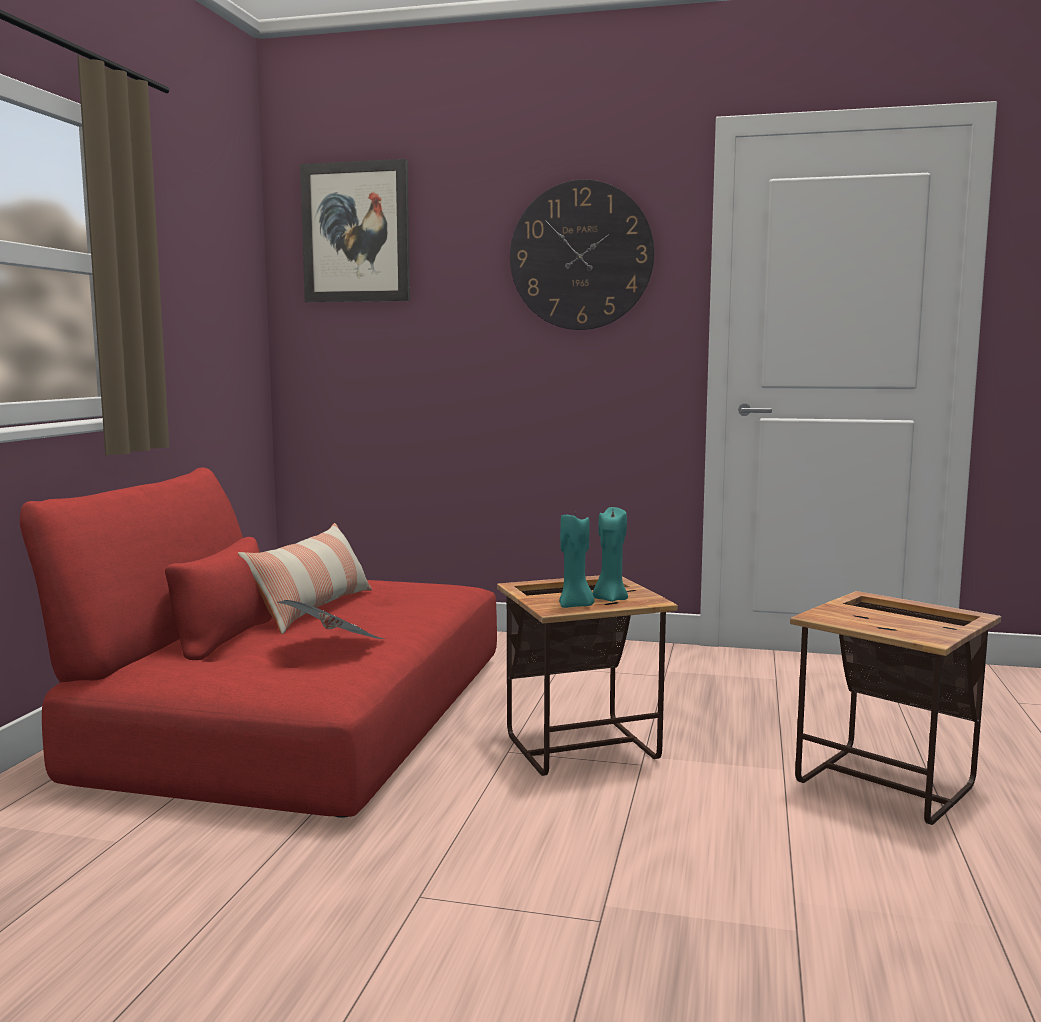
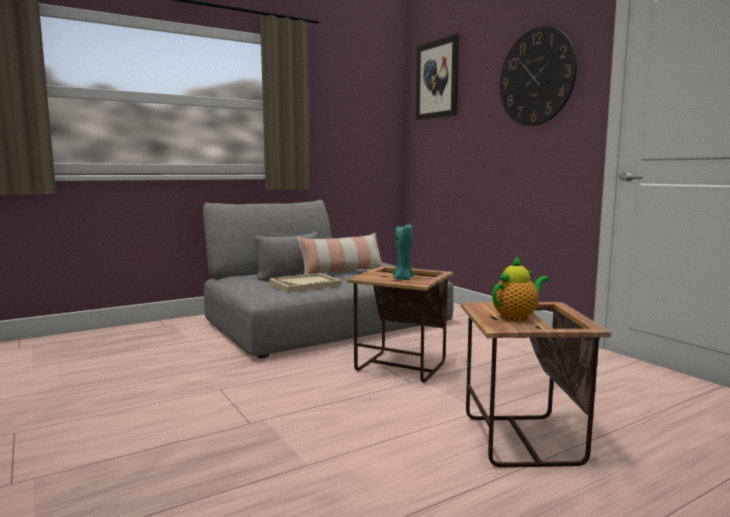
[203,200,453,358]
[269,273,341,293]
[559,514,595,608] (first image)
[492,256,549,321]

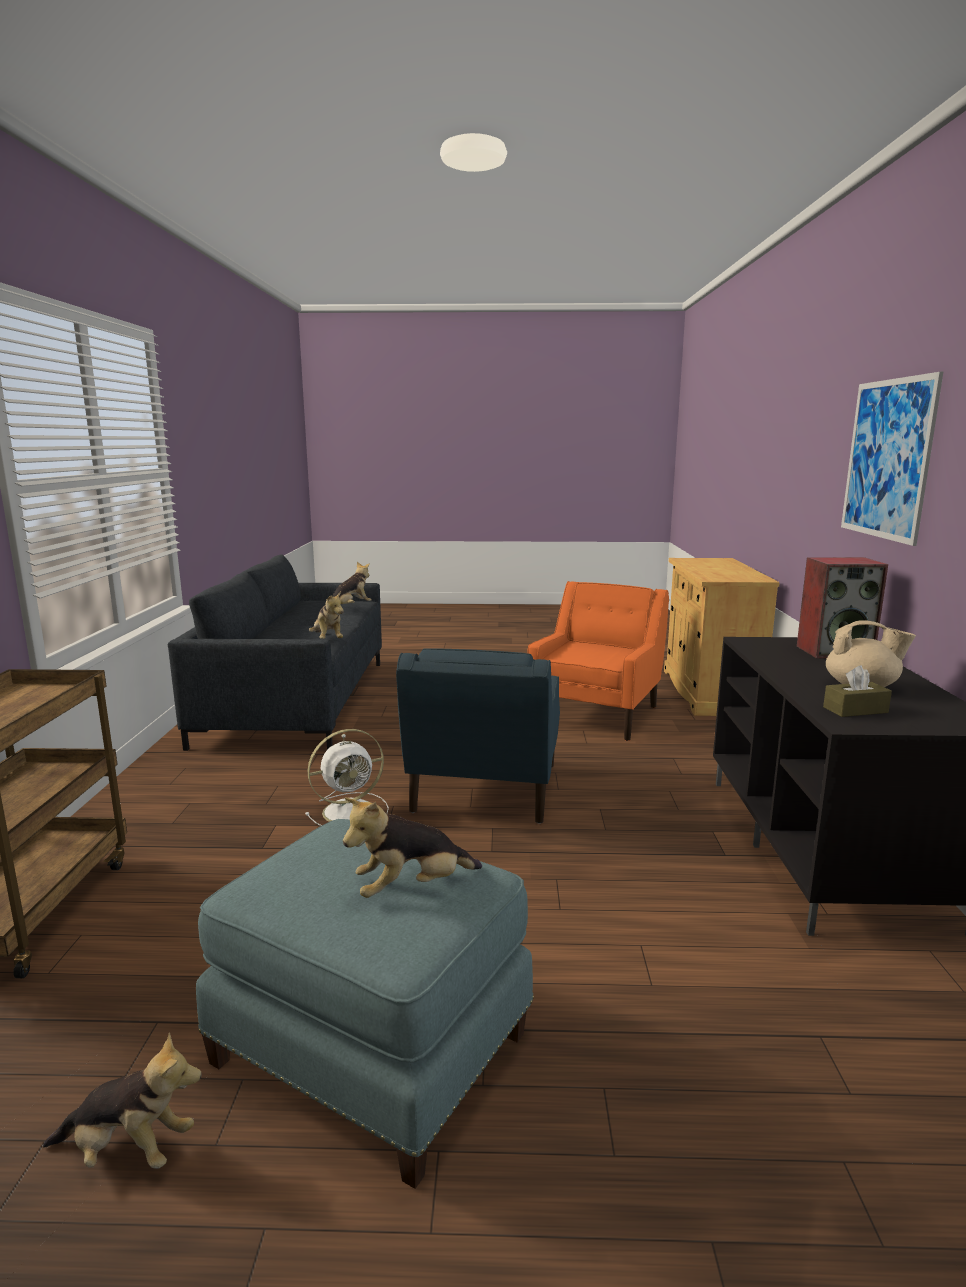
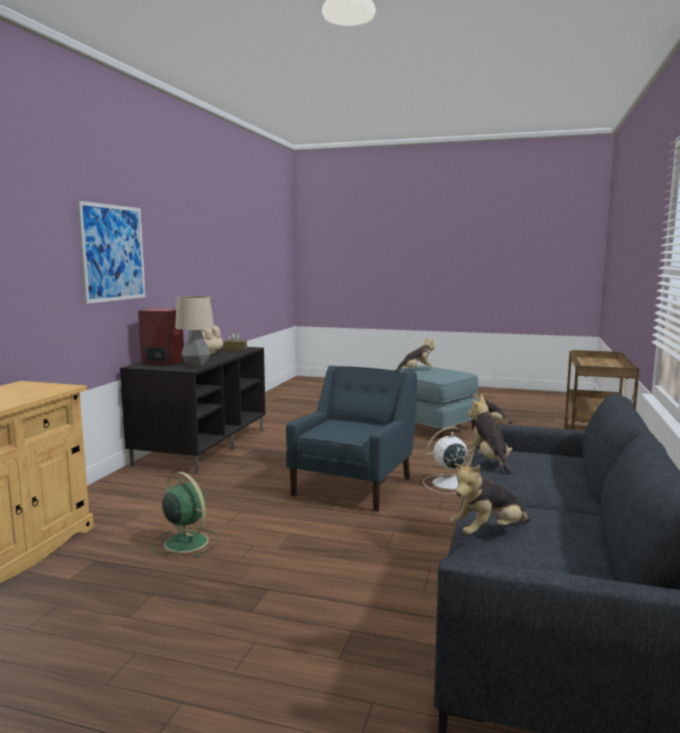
[150,472,219,557]
[175,296,214,367]

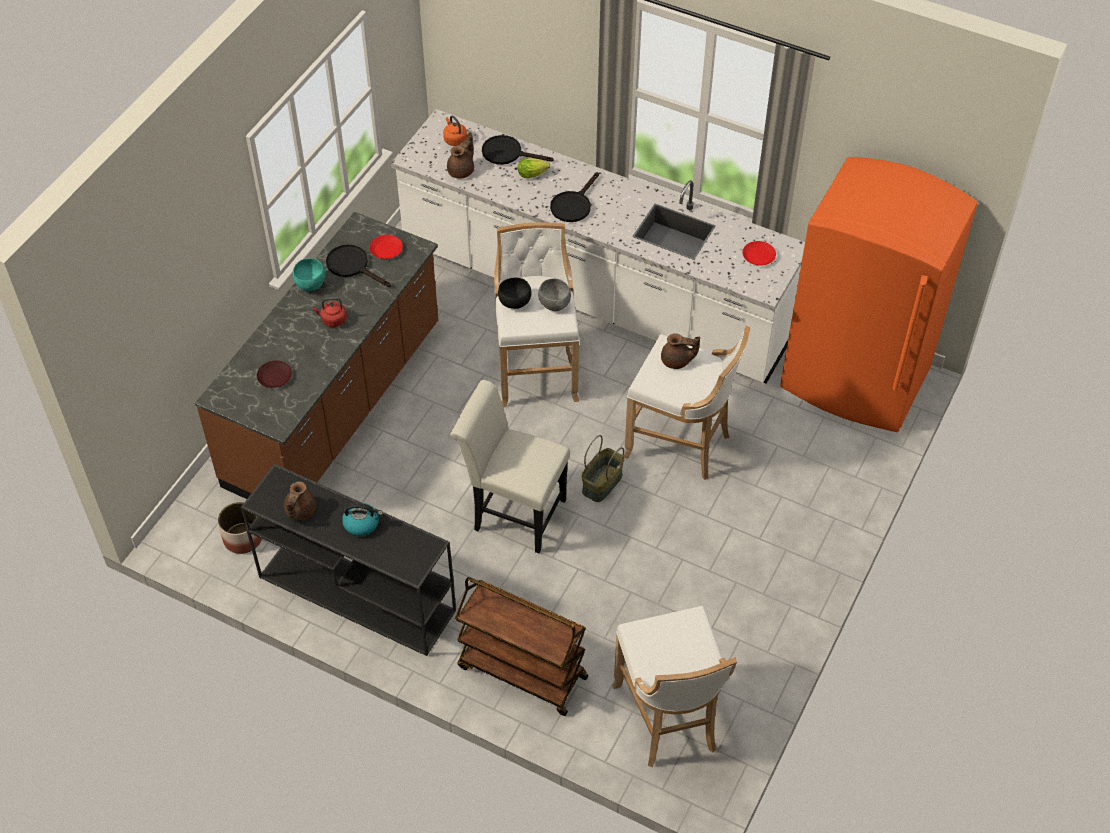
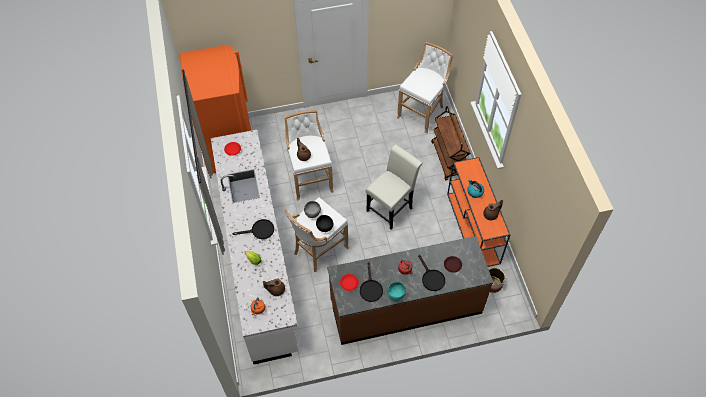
[447,157,510,267]
[365,144,423,230]
[418,255,445,291]
[582,435,624,502] (first image)

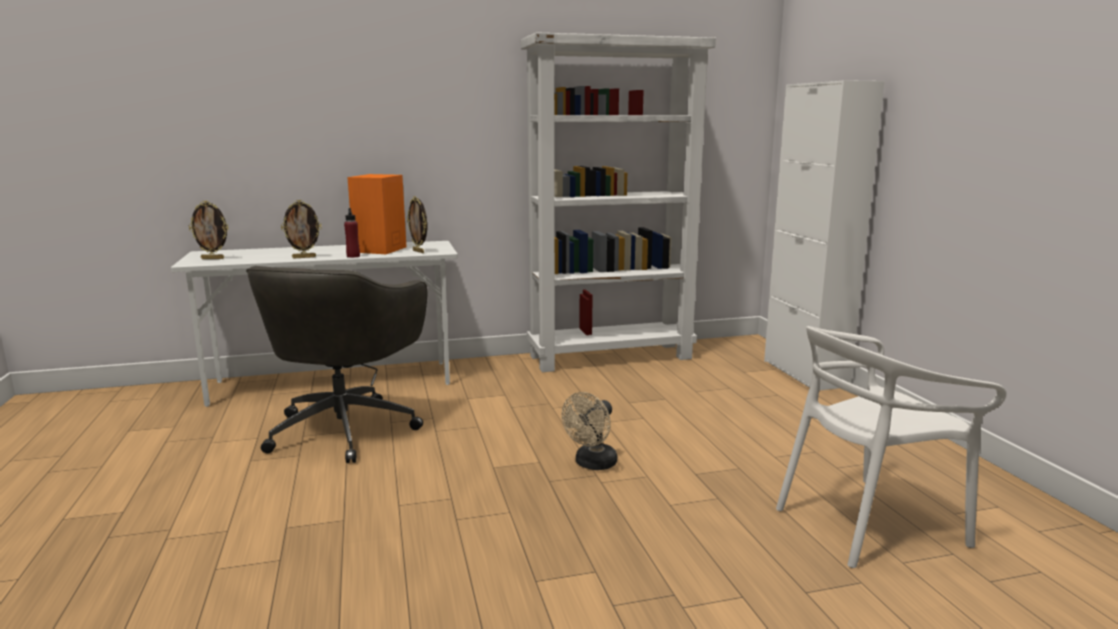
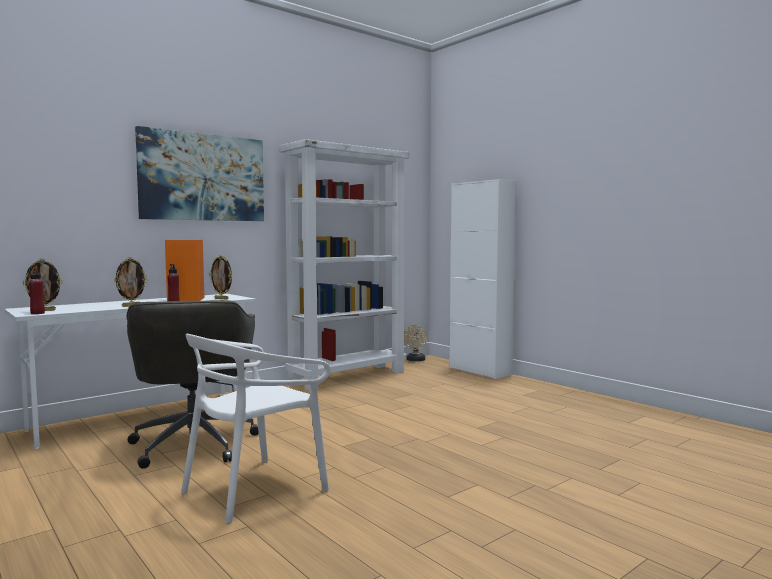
[404,325,427,361]
[181,334,330,524]
[28,268,45,314]
[135,126,264,221]

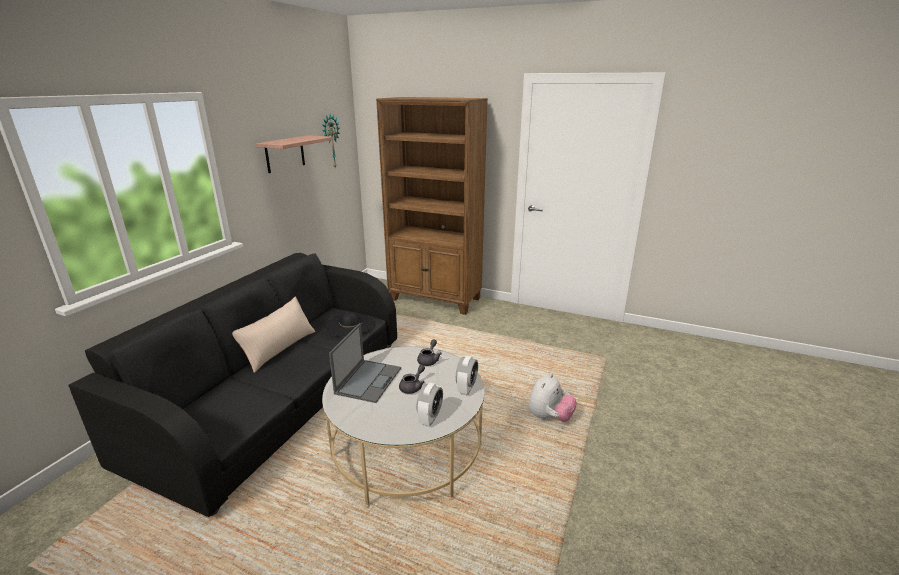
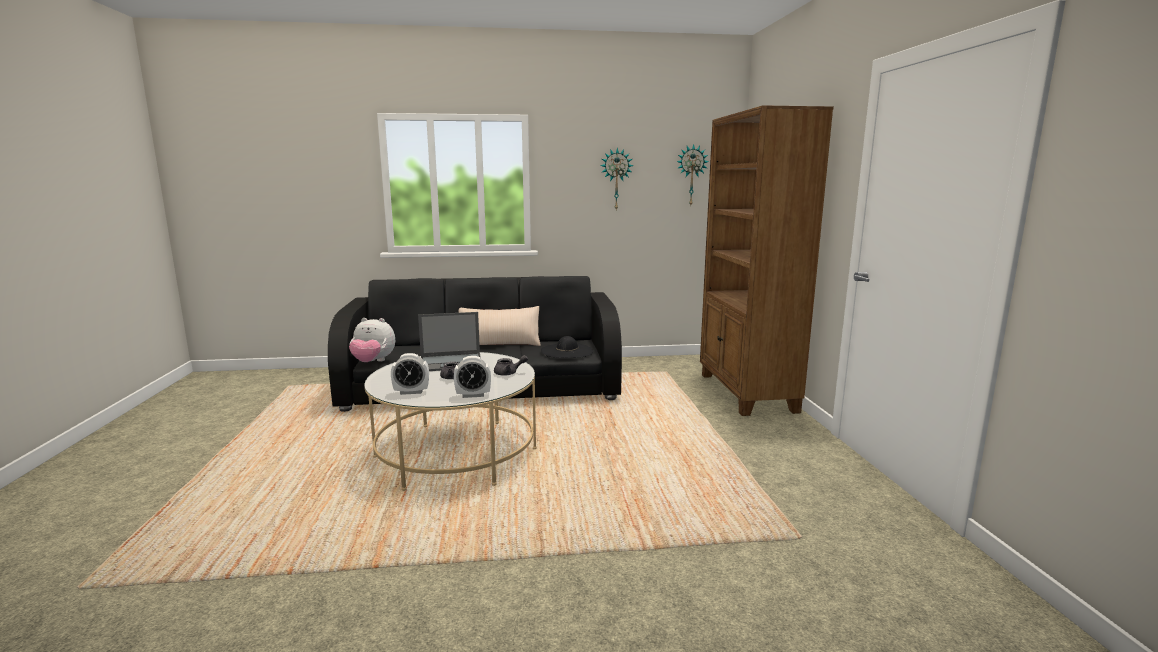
[600,148,634,210]
[349,318,395,362]

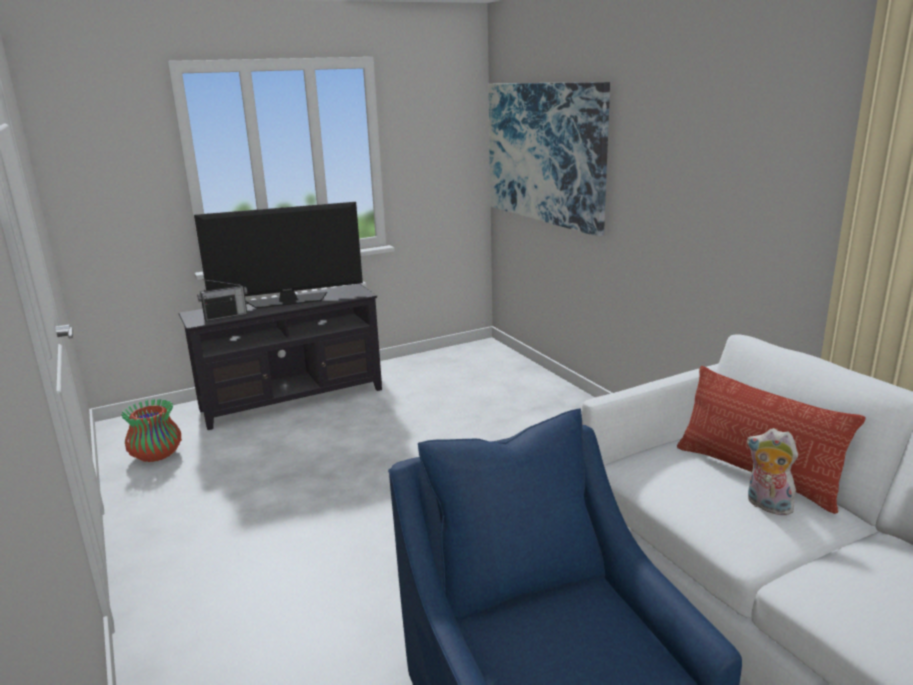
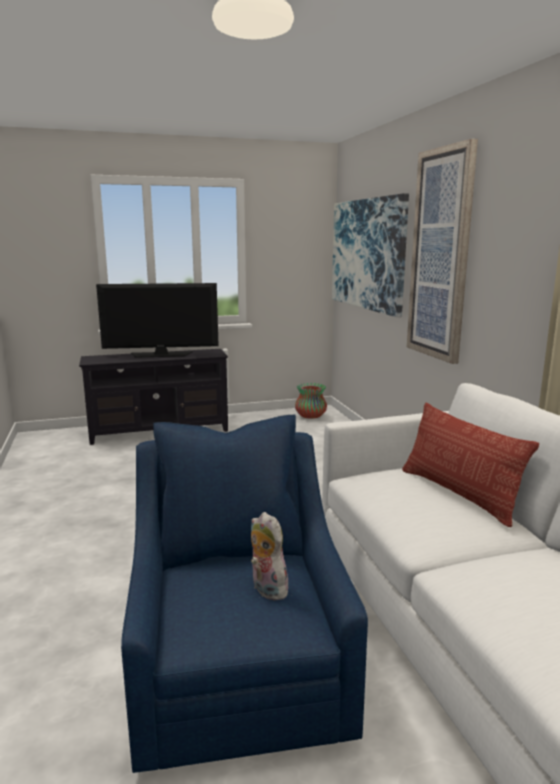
[295,383,327,419]
[197,279,247,321] (first image)
[251,512,288,601]
[407,139,478,364]

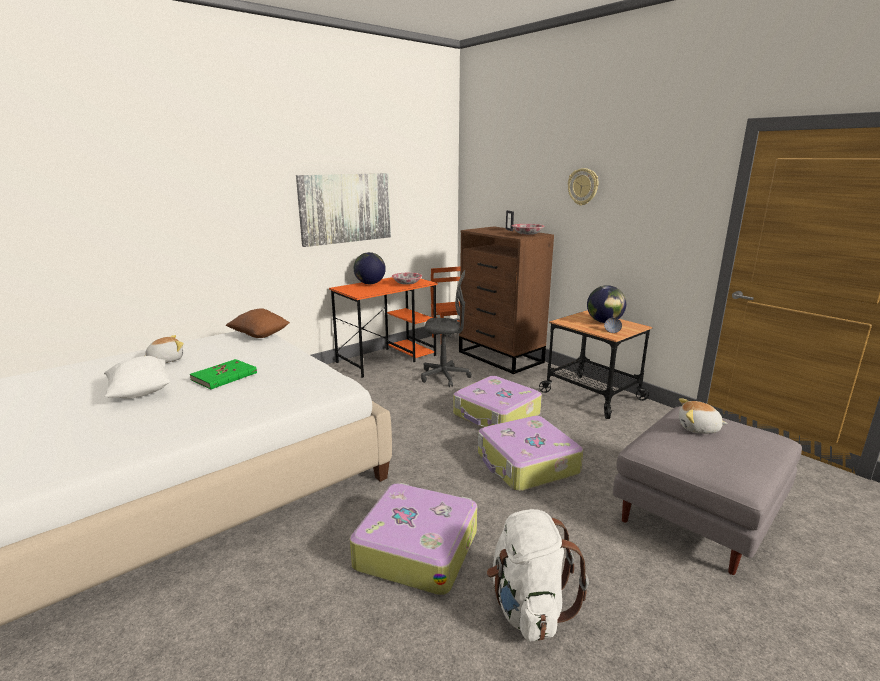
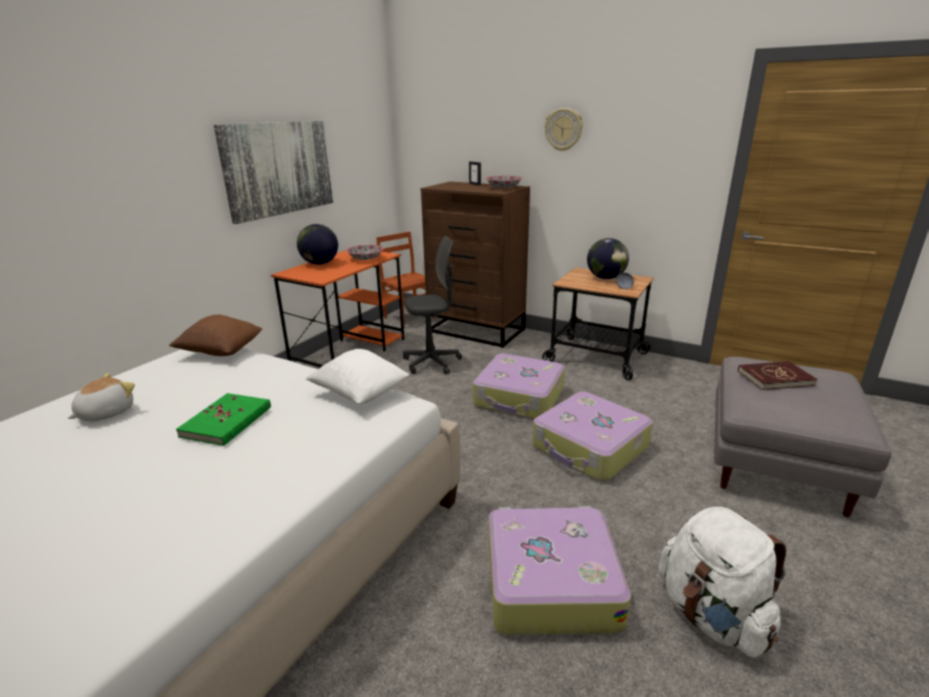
[305,349,409,404]
[738,361,818,390]

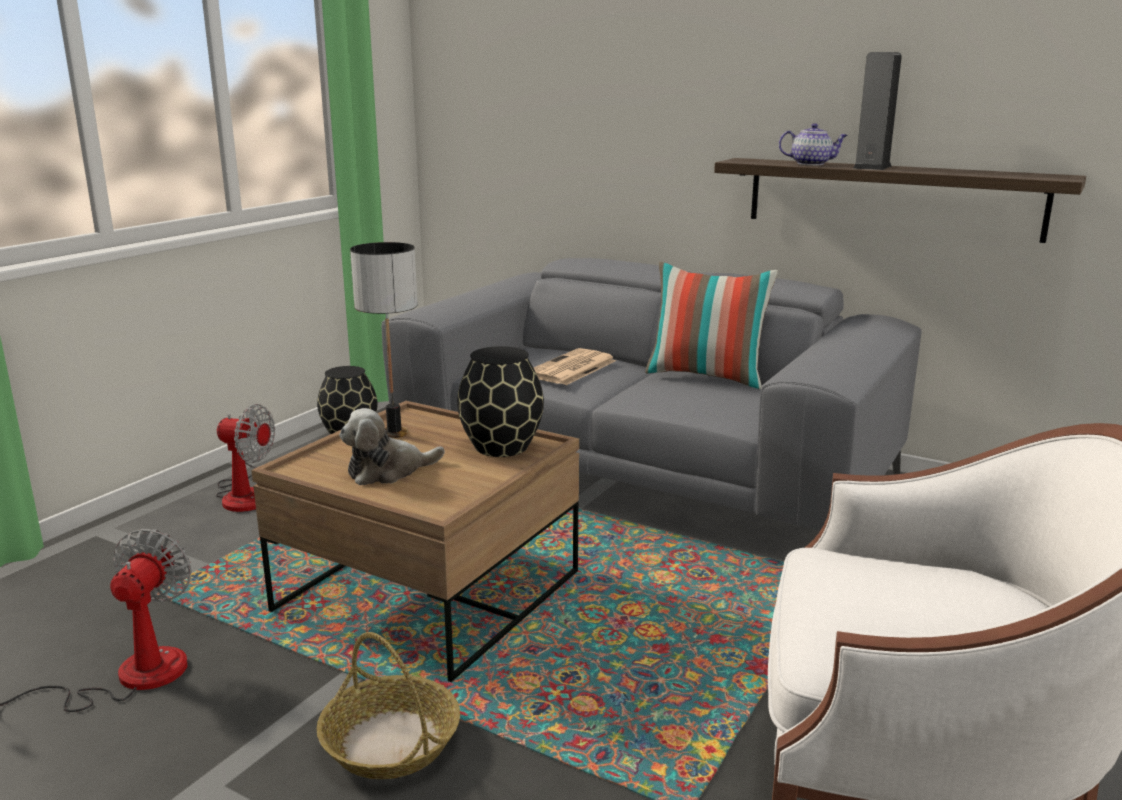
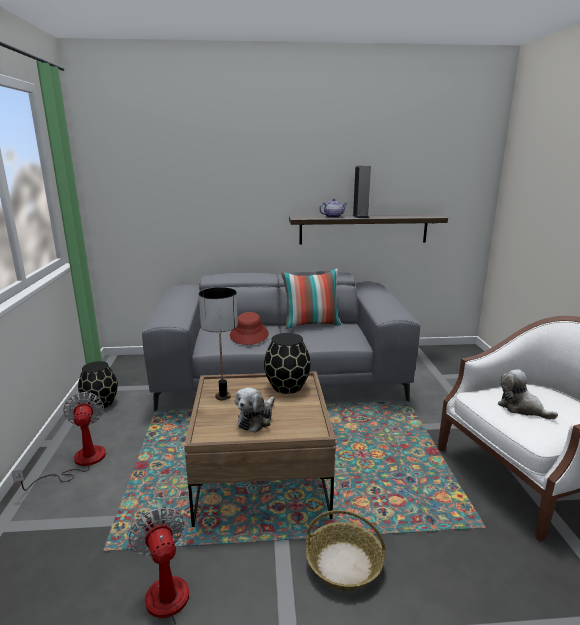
[12,392,106,491]
[230,312,269,345]
[498,369,558,420]

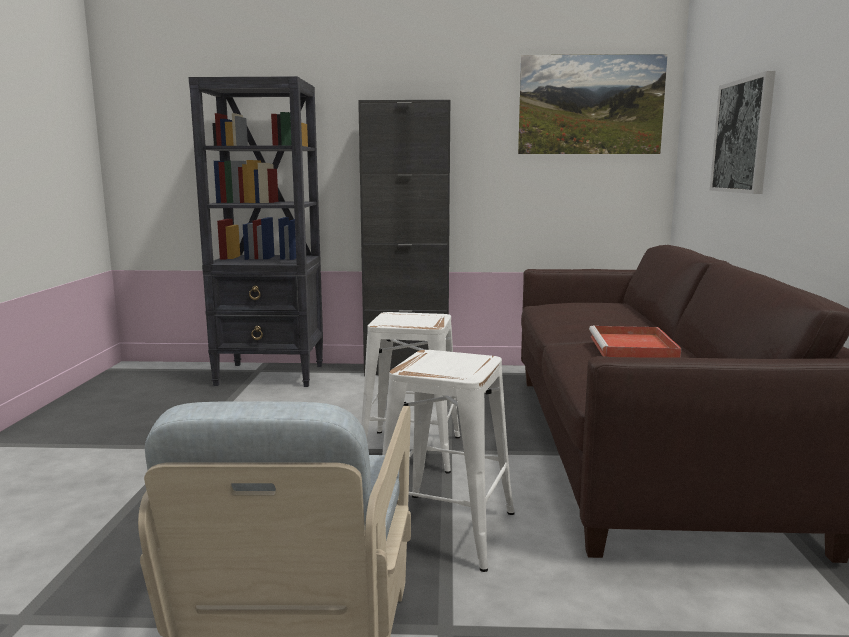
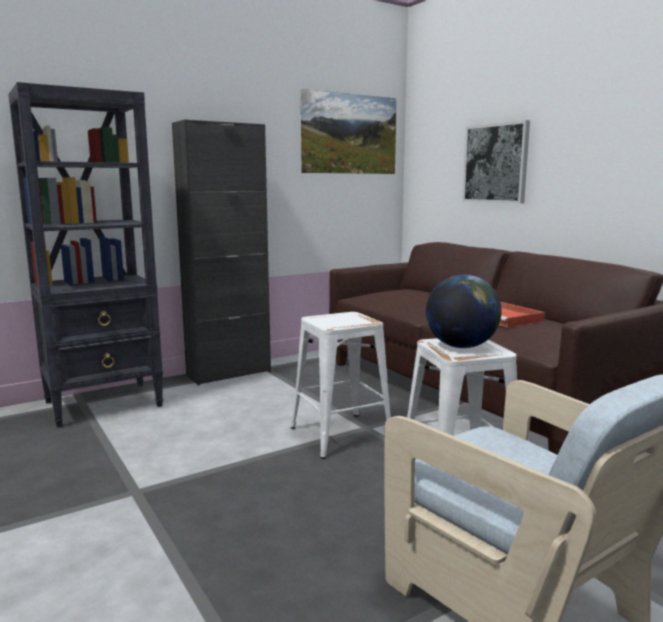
[426,275,502,348]

